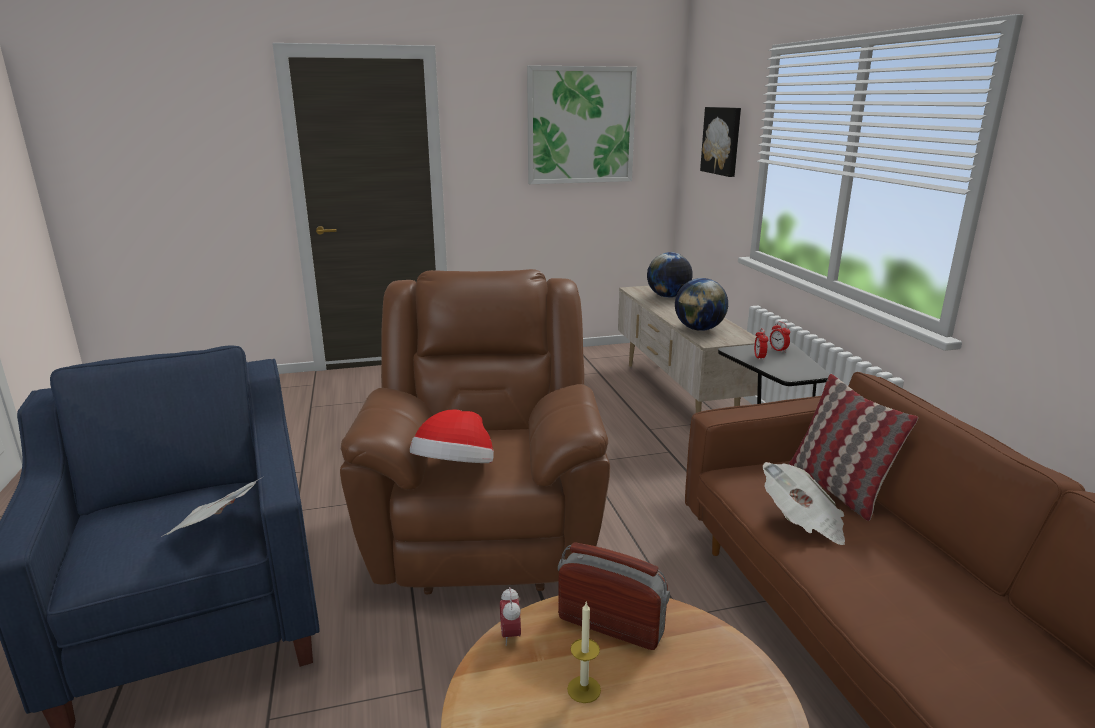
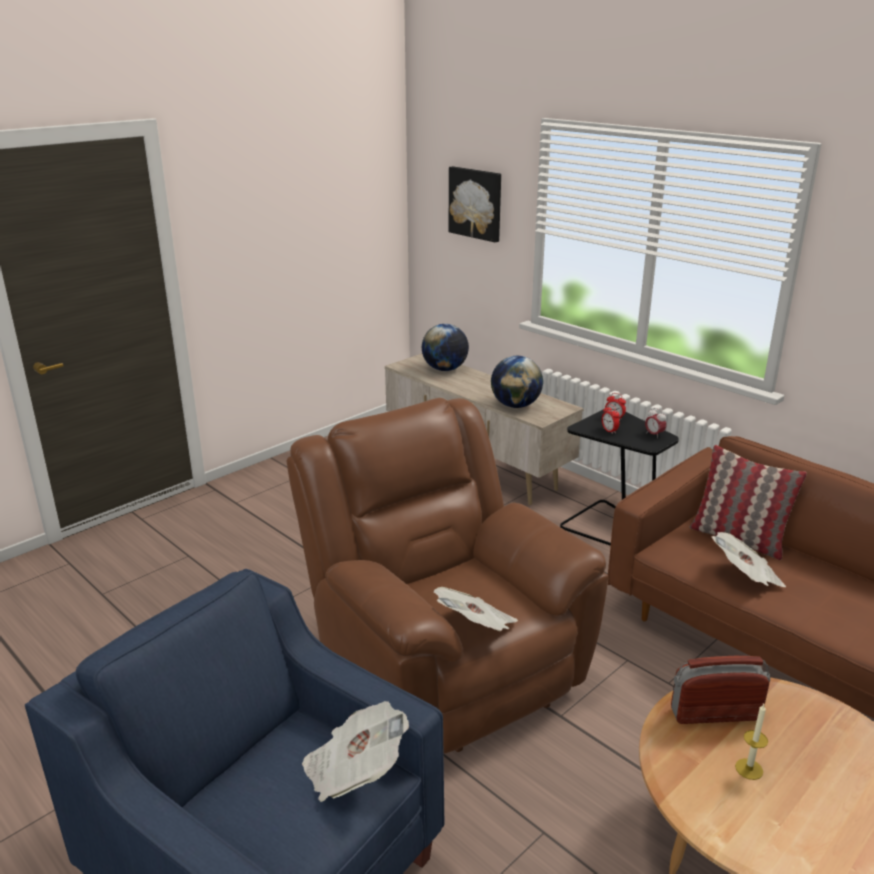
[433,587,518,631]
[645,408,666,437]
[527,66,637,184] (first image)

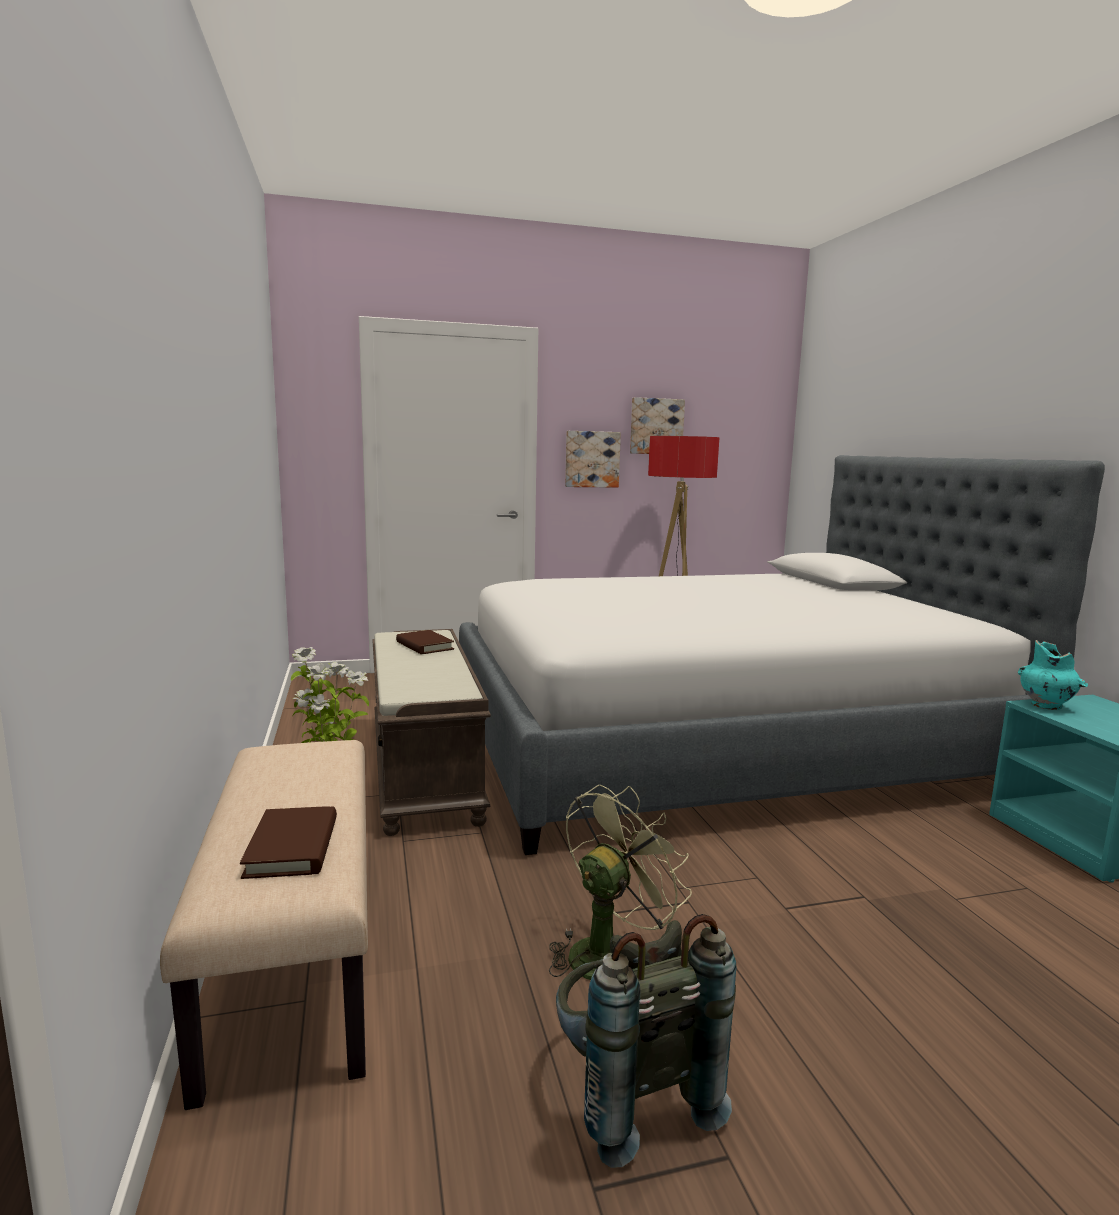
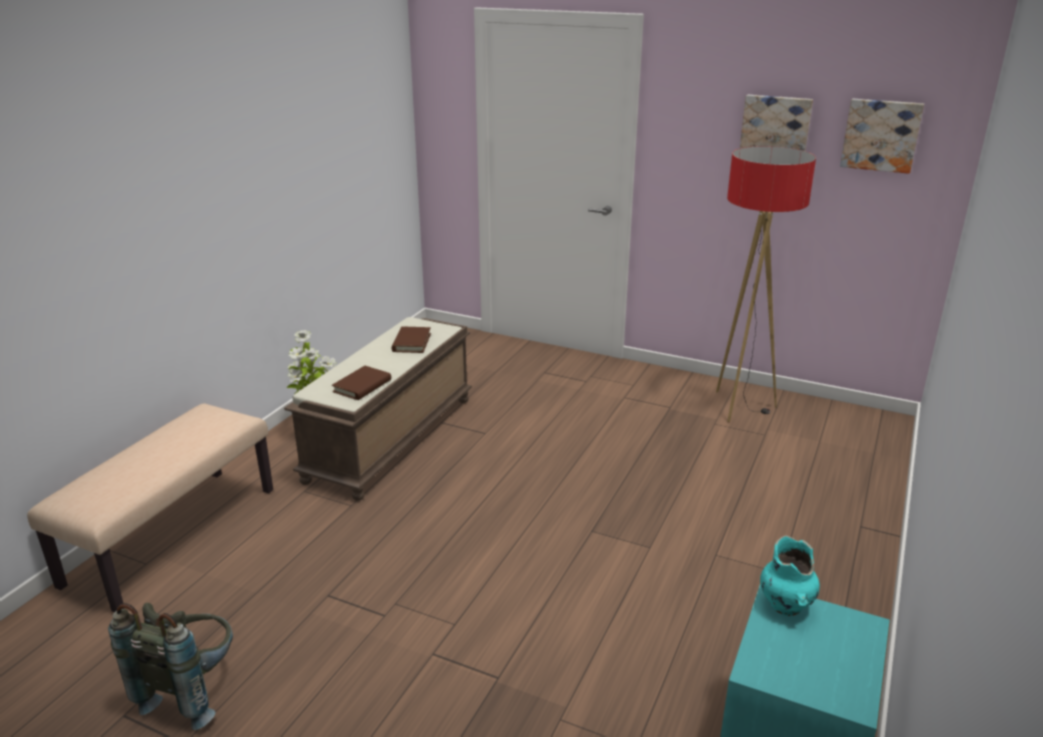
[332,366,391,400]
[459,455,1105,855] (first image)
[549,785,692,980] (first image)
[840,99,924,174]

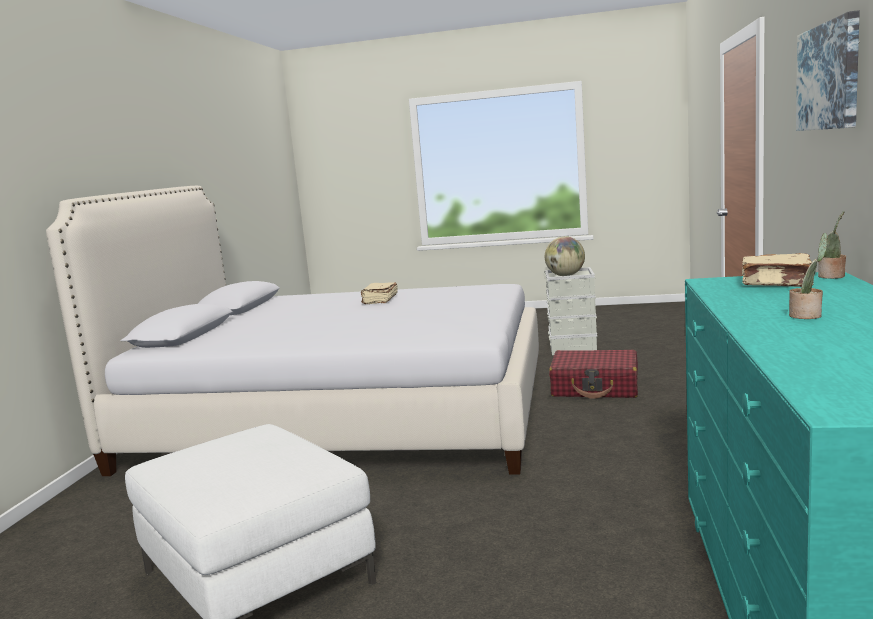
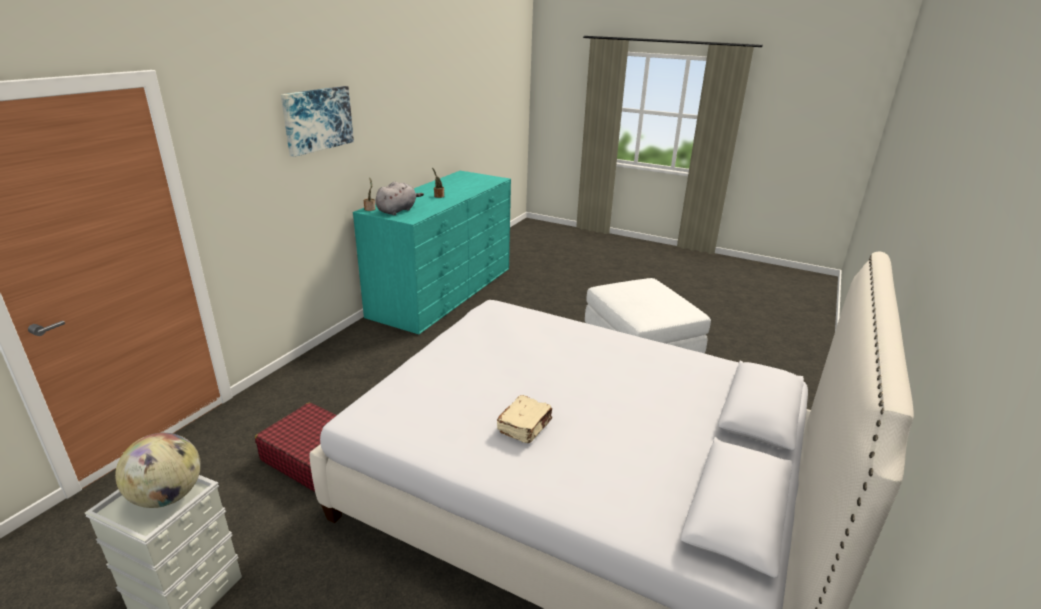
[375,182,424,215]

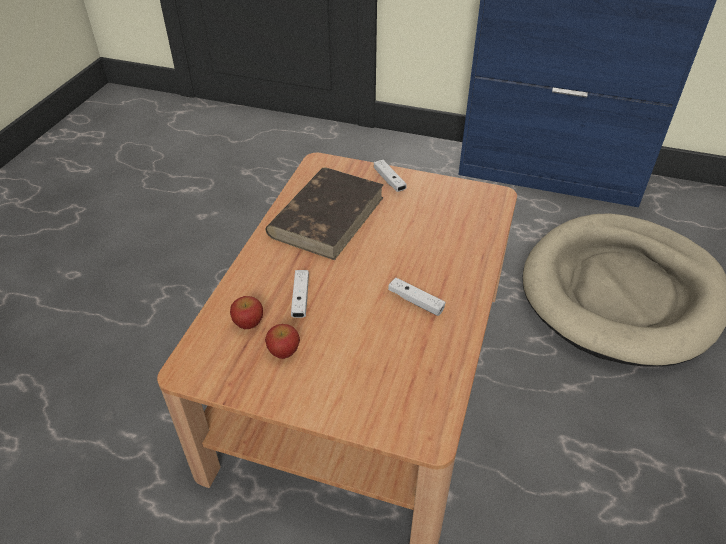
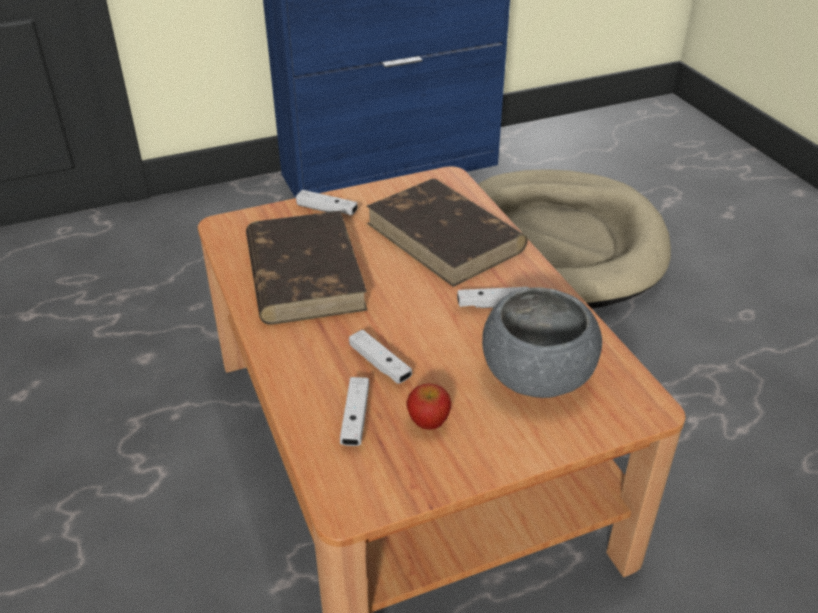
[340,377,369,446]
[367,179,528,287]
[482,288,602,398]

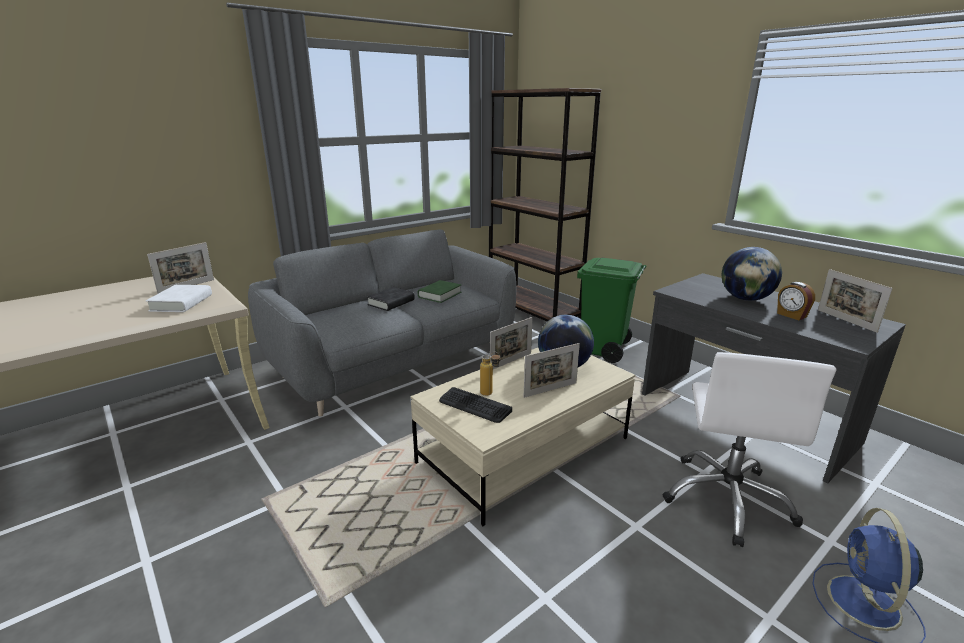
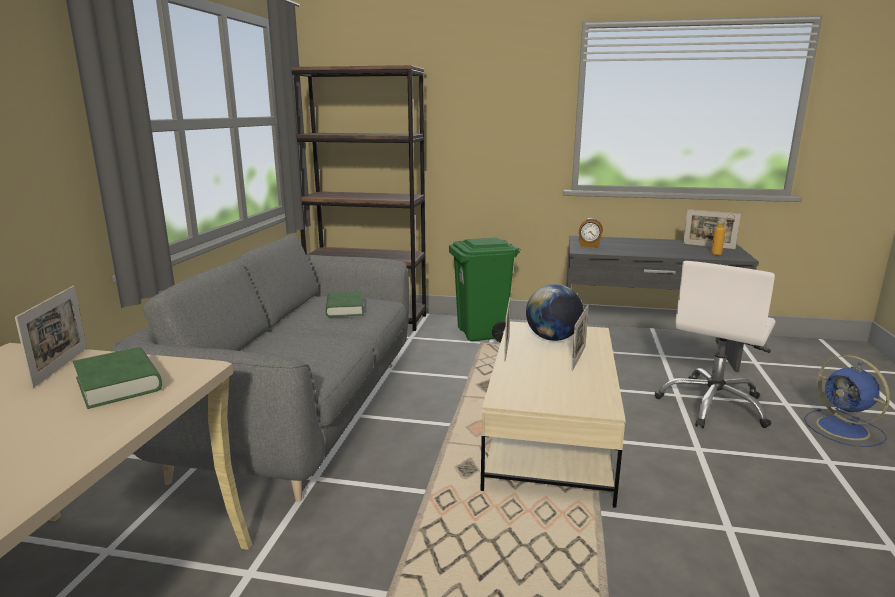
[73,347,162,409]
[367,287,415,311] (first image)
[439,387,512,423] (first image)
[711,214,735,256]
[655,261,775,428]
[722,247,782,301] (first image)
[579,218,603,248]

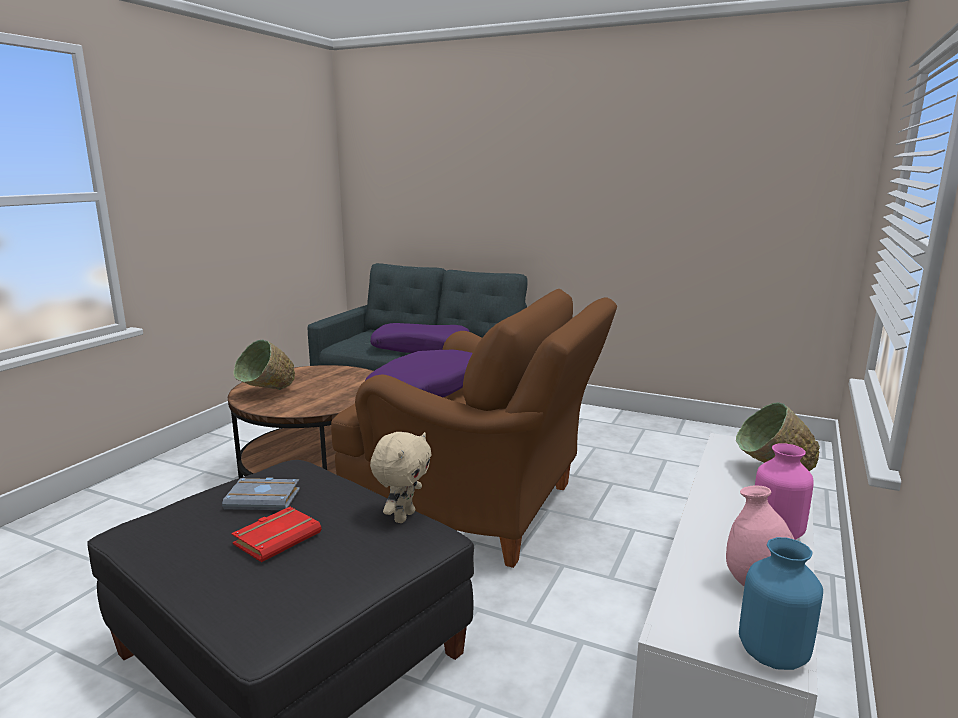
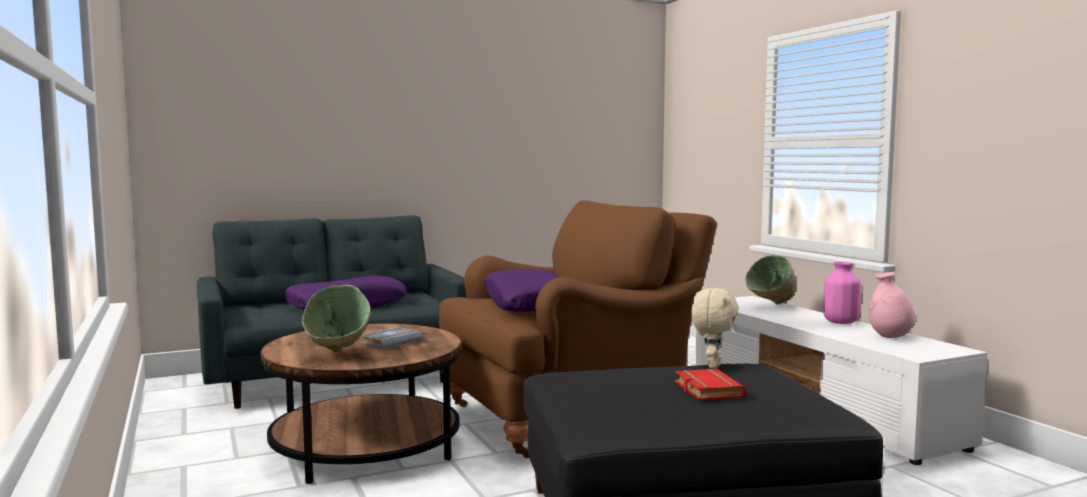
[360,327,422,349]
[691,288,739,368]
[739,537,823,670] (first image)

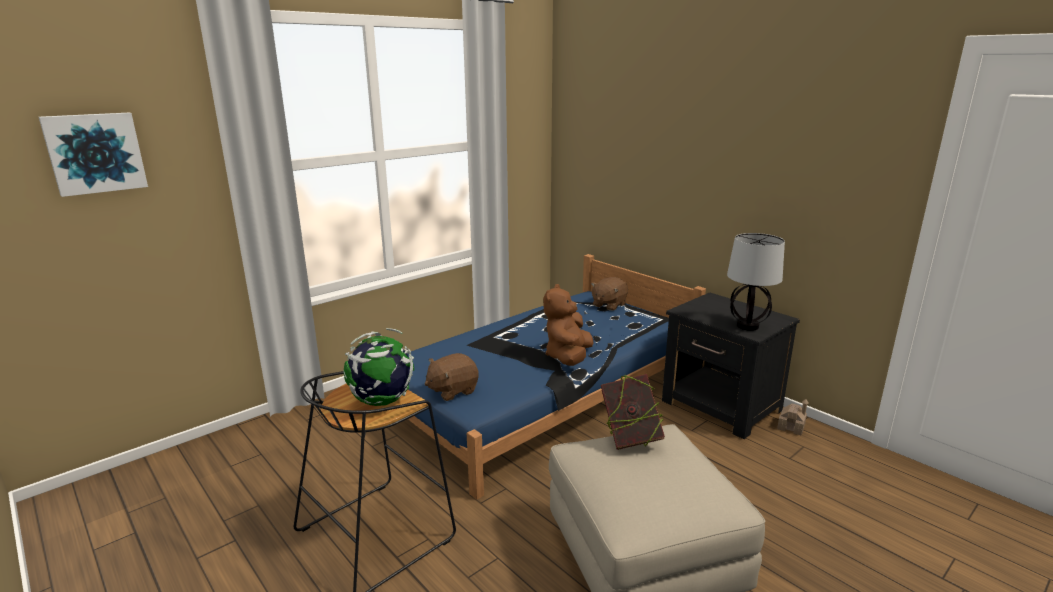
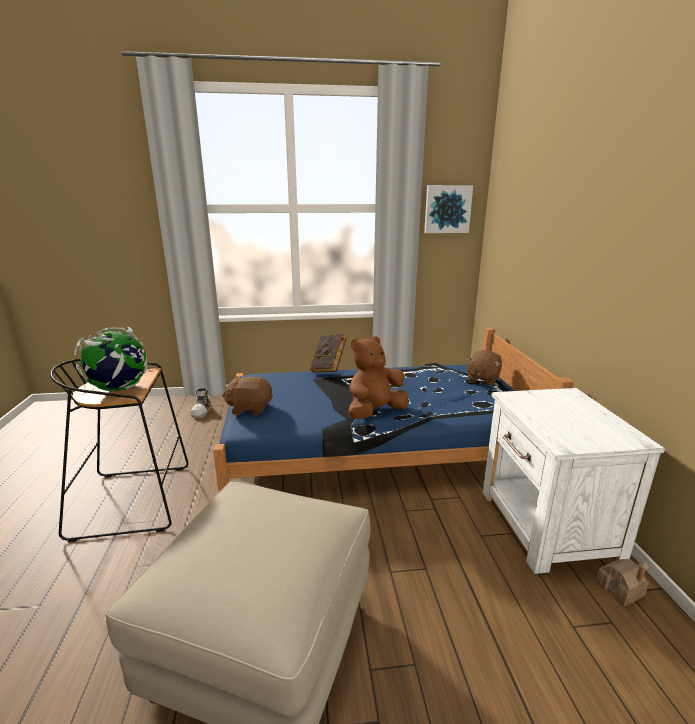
[424,185,473,233]
[465,350,502,386]
[310,333,347,373]
[483,388,665,574]
[727,233,785,331] (first image)
[191,388,211,418]

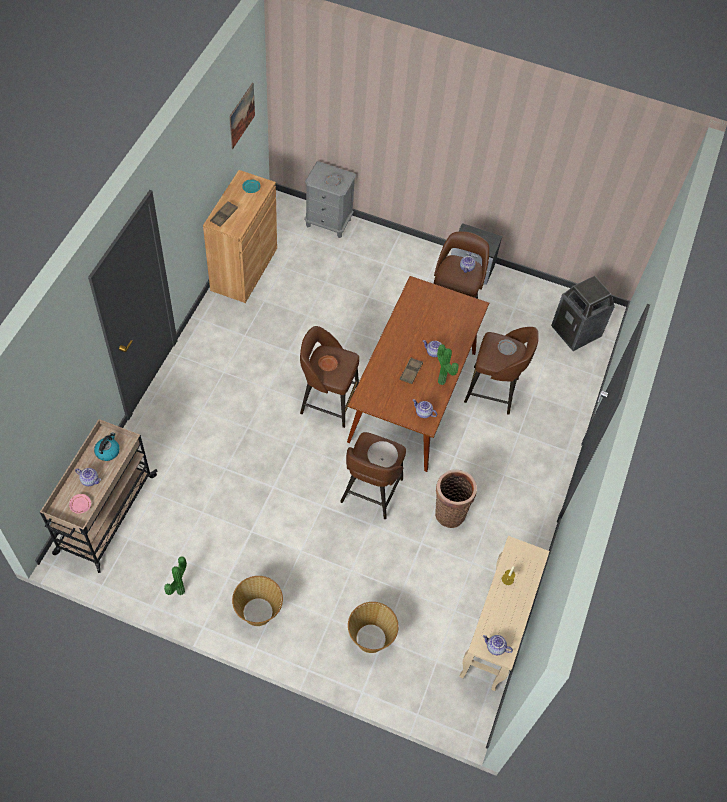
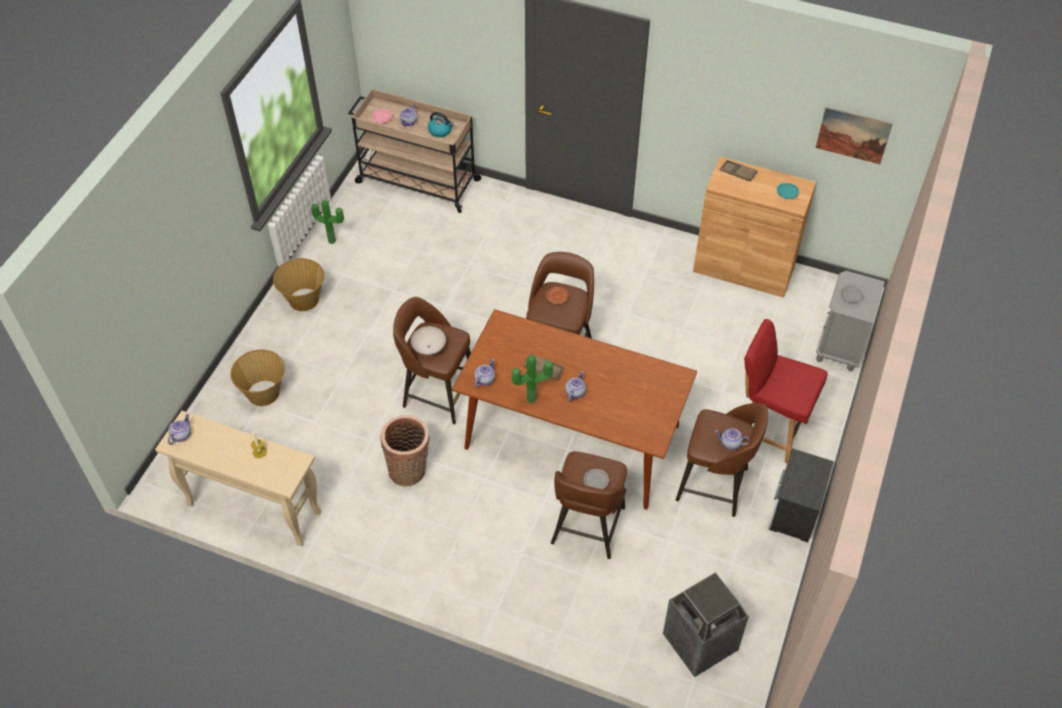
[744,319,828,463]

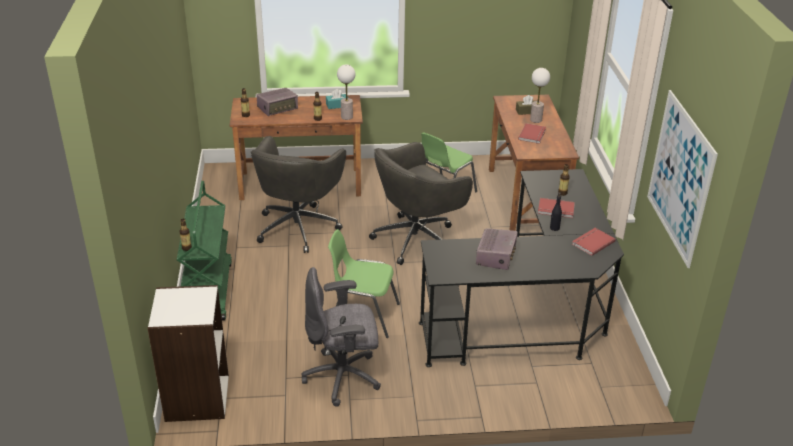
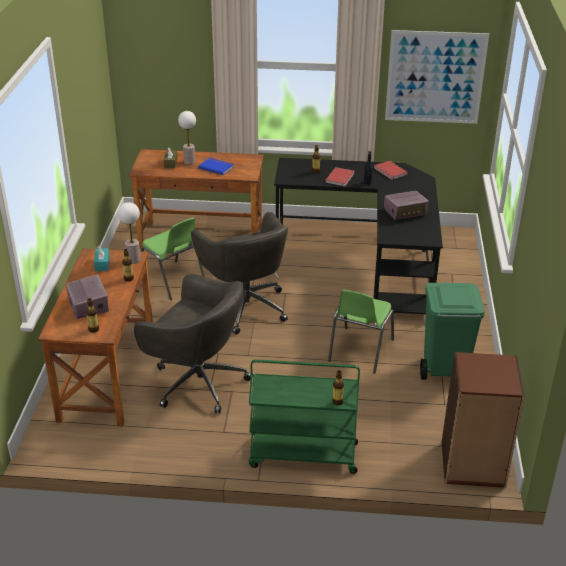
[442,352,525,488]
[420,283,485,380]
[384,191,429,220]
[198,158,234,175]

